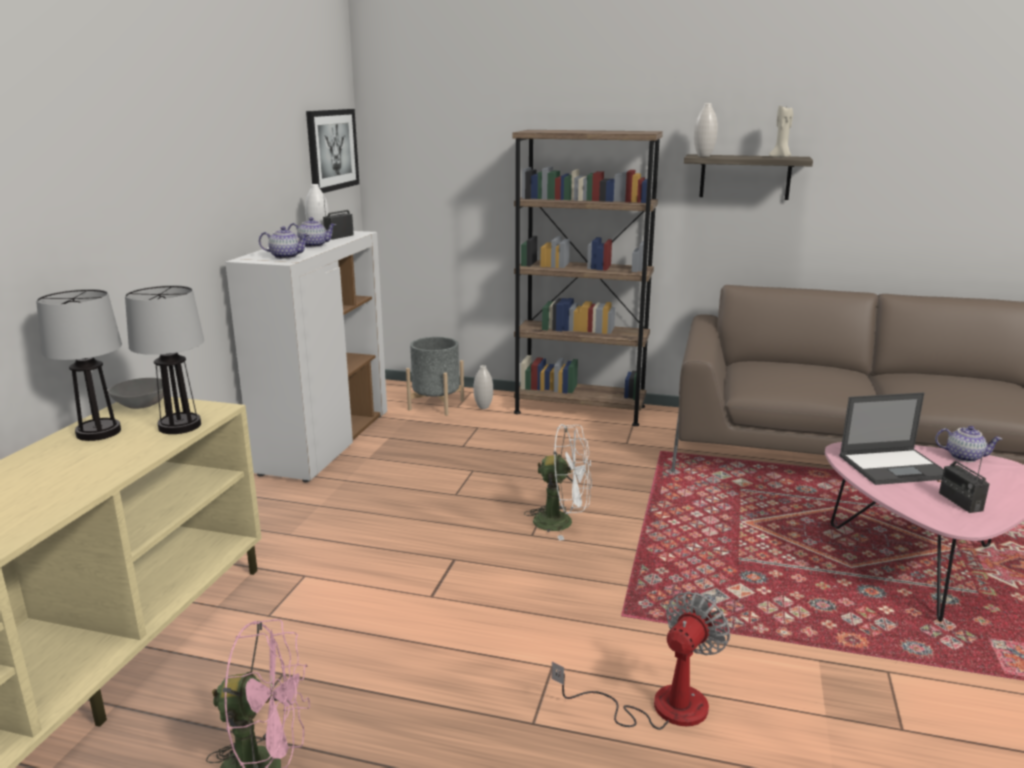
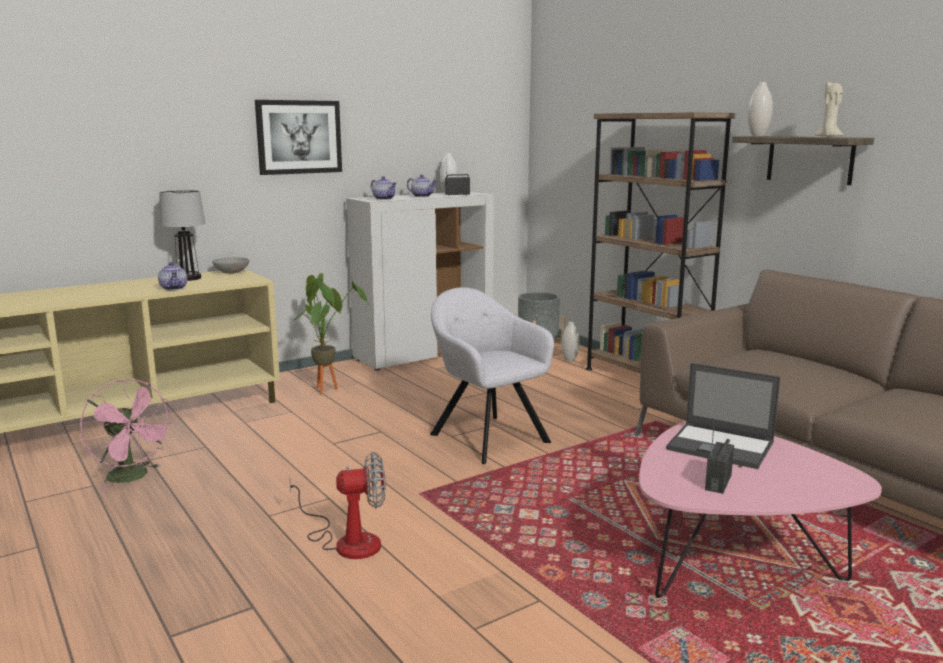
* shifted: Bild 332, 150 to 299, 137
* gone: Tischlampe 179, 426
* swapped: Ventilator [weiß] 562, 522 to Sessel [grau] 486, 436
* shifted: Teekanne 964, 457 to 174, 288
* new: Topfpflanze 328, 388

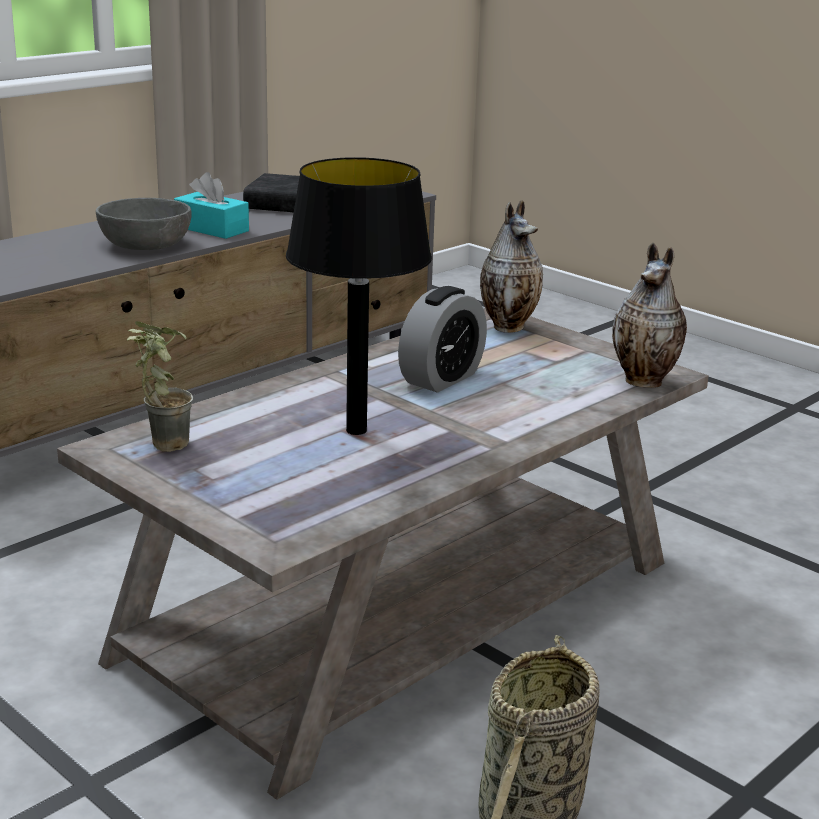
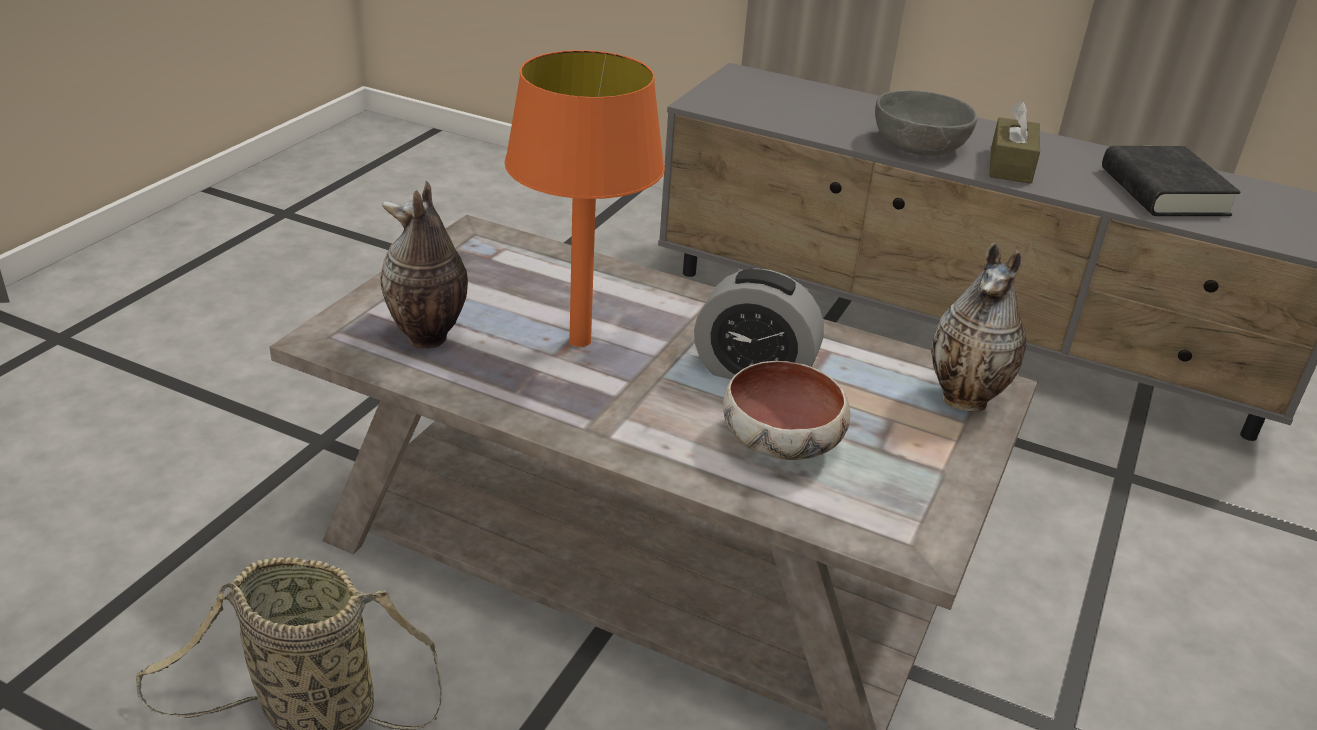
* repainted: Tischlampe [schwarz] 355, 430 to Tischlampe [orange] 580, 340
* repainted: Taschentuchbox [türkis] 212, 229 to Taschentuchbox [braun] 1010, 165
* shifted: Vase 646, 381 to 427, 338
* gone: Topfpflanze 160, 443
* new: Schüssel 782, 444

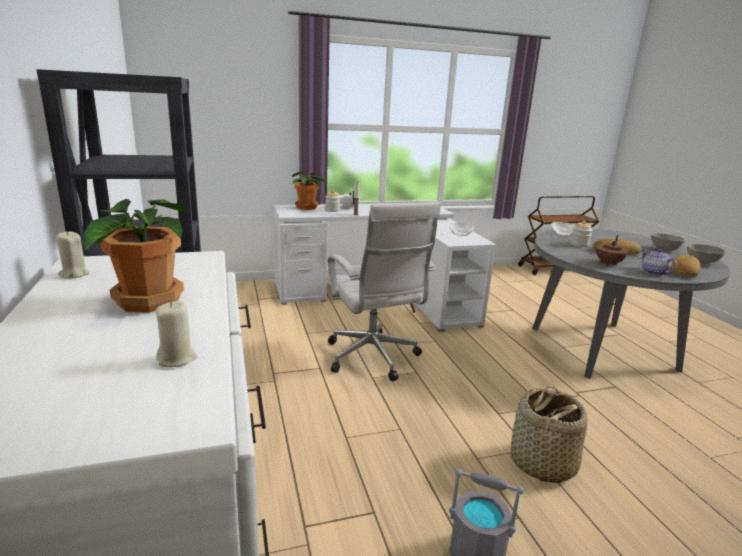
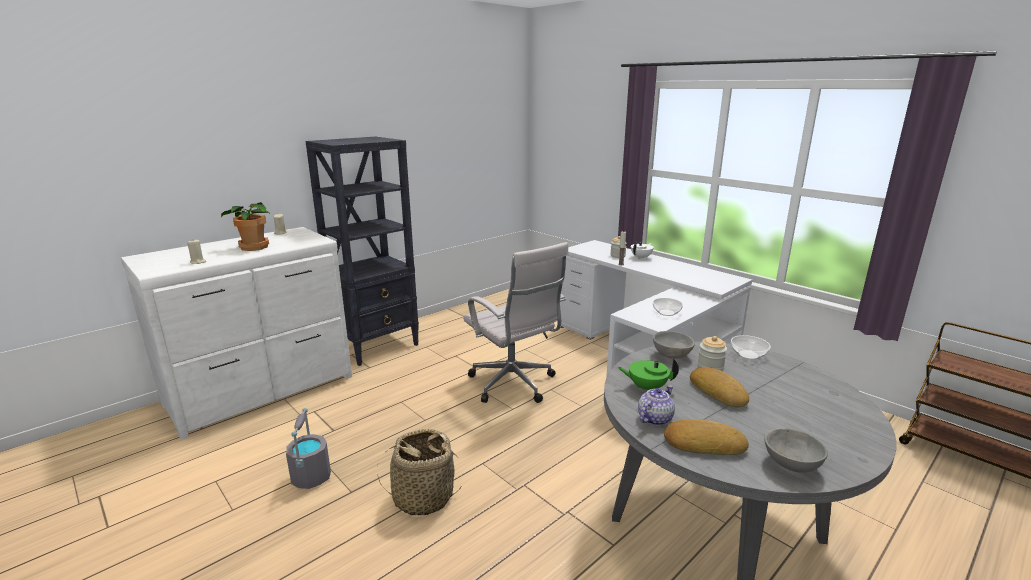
* gone: Topfpflanze 307, 207
* rotated: Bürostuhl [weiß] 373, 359 = 514, 385 75 degrees counterclockwise
* shifted: Schüssel [grau] 664, 249 to 672, 355
* repainted: Teekanne [braun] 608, 263 to Teekanne [grün] 646, 387

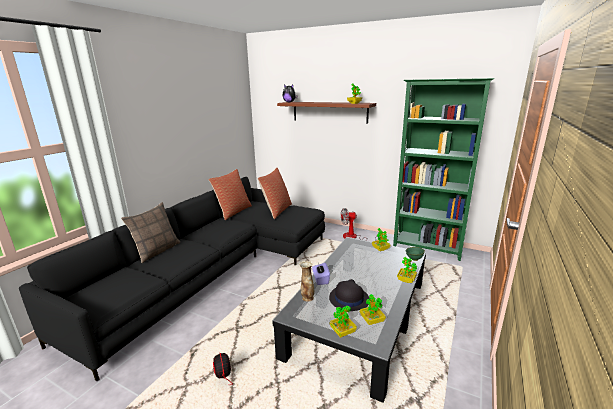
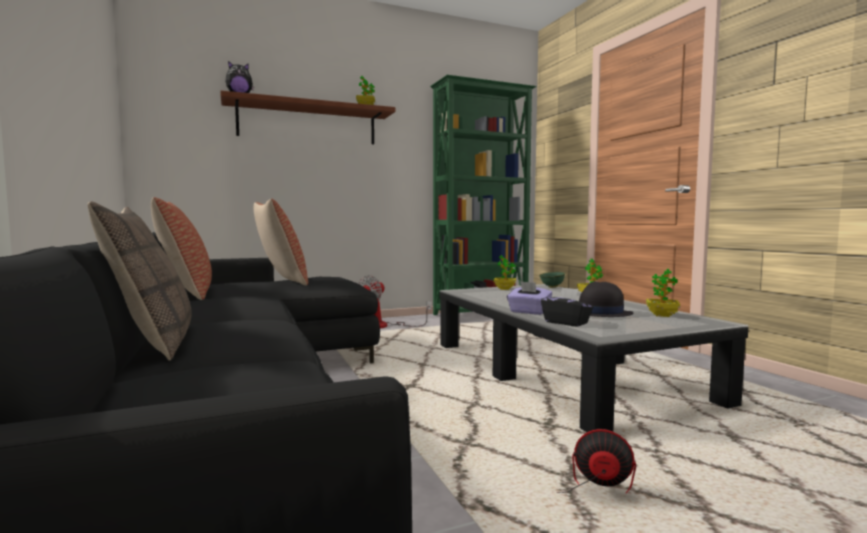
* swapped: Vase 307, 298 to Taschentuchbox [schwarz] 566, 322
* gone: Topfpflanze 342, 332

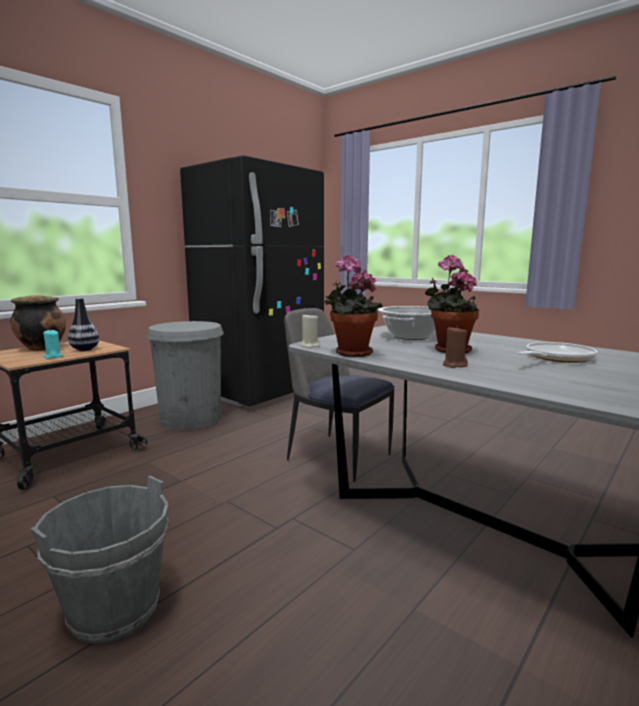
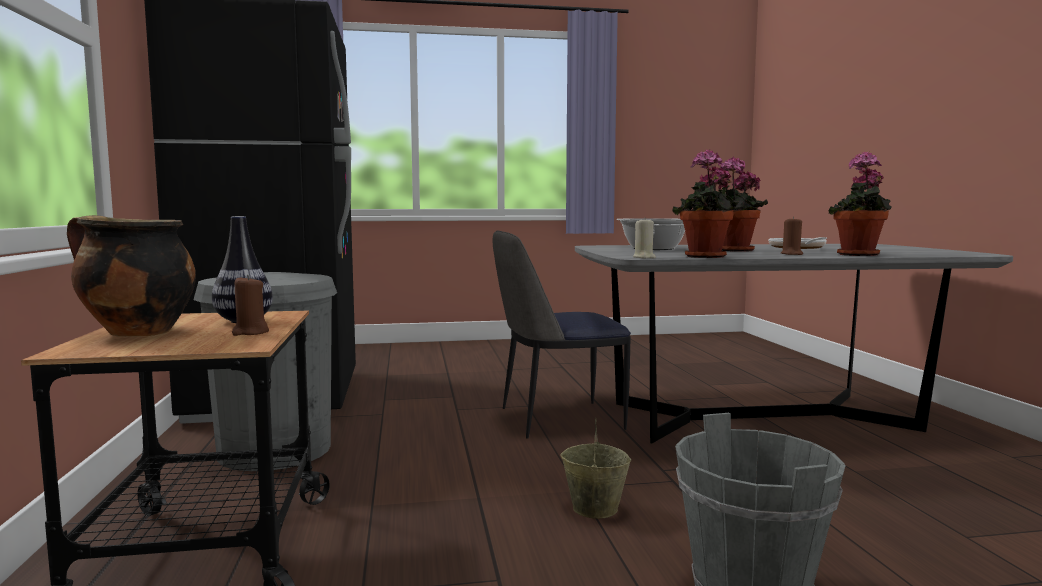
* repainted: Kerze [türkis] 53, 357 to Kerze [braun] 250, 332
* new: Topfpflanze 859, 255
* new: Eimer [beige] 594, 508

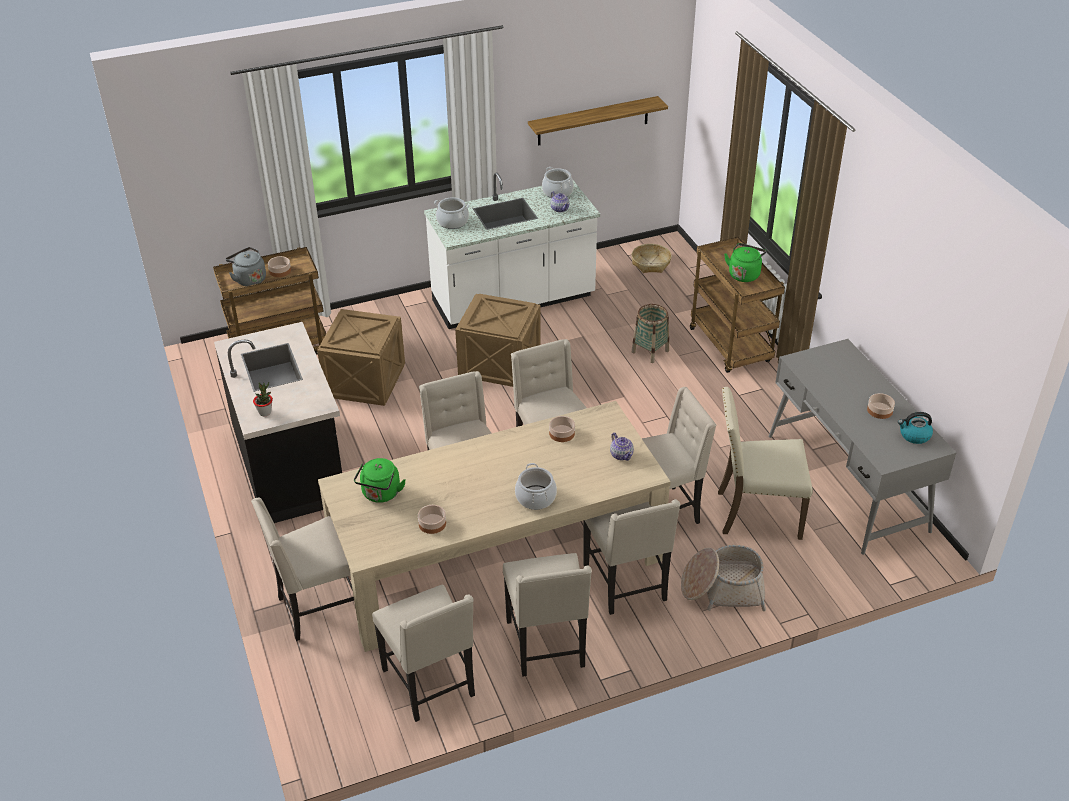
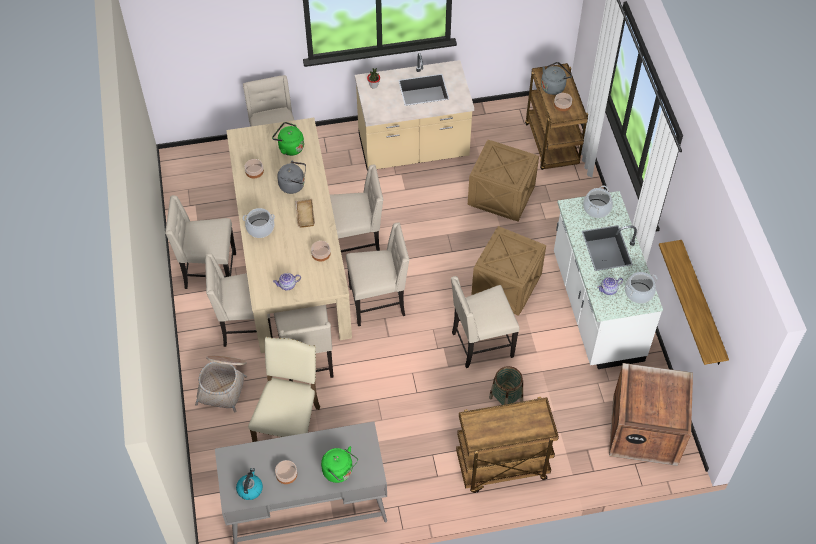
* shifted: Wasserkessel [grün] 744, 274 to 339, 471
* swapped: Korb 651, 263 to Kiste 646, 431
* repainted: Küchenzeile [schwarz] 291, 466 to Küchenzeile [beige] 413, 149
* shifted: Stuhl [beige] 431, 683 to 480, 344
* new: Wasserkessel [grau] 293, 185
* new: Tablett [beige] 304, 215

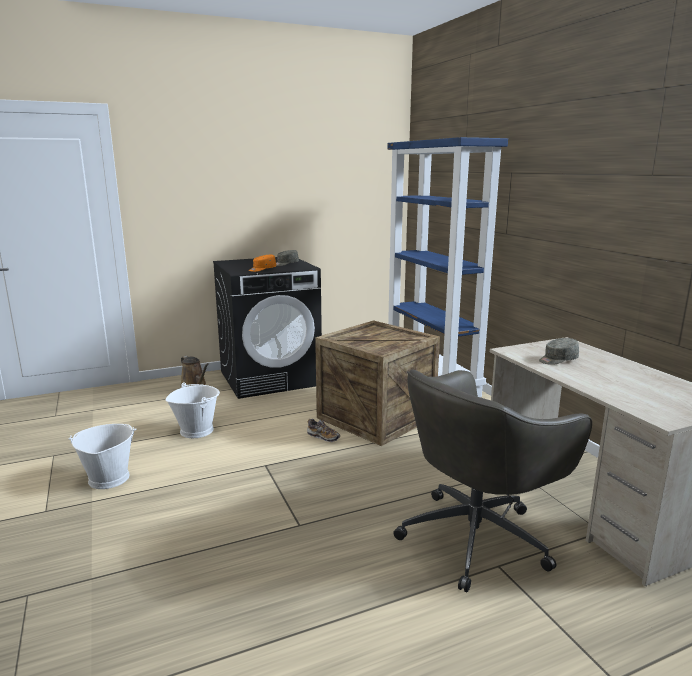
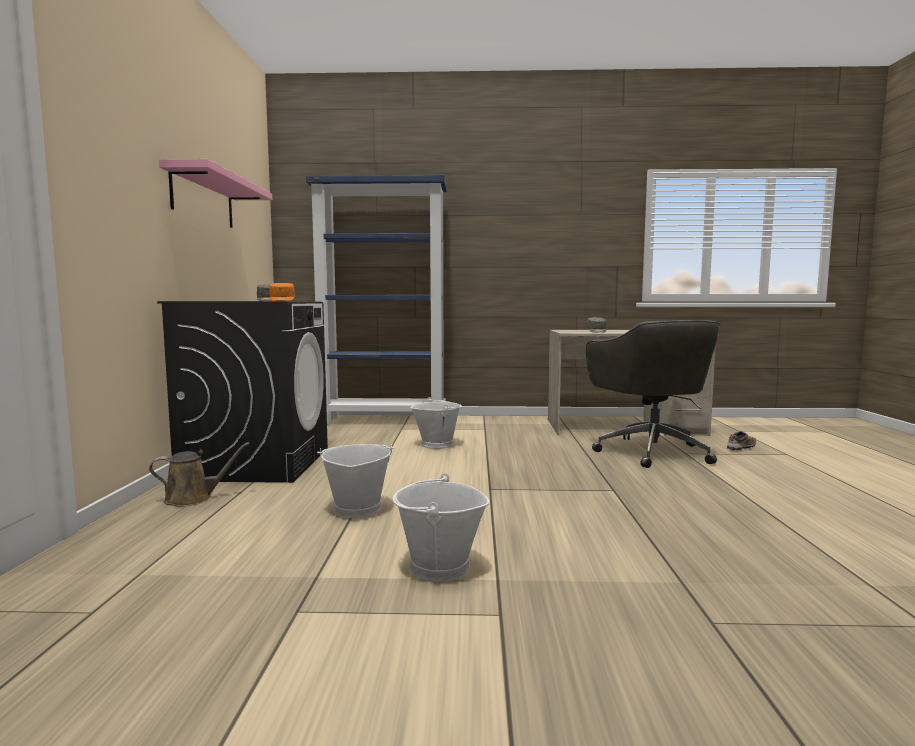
* swapped: Kiste 376, 417 to Eimer [weiß] 437, 444
* shifted: Schuh 323, 437 to 741, 448
* new: Wandregal [rosa] 203, 199

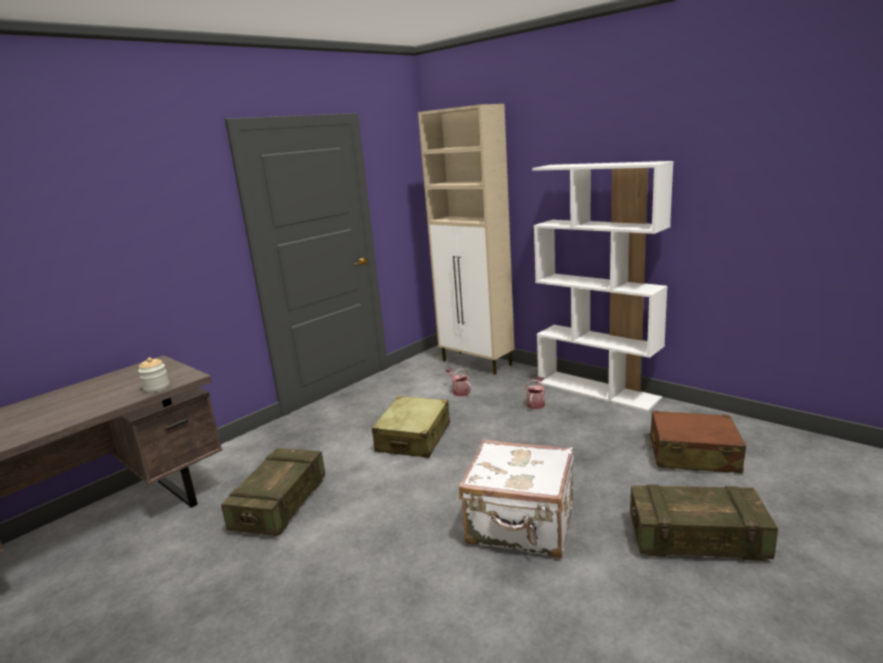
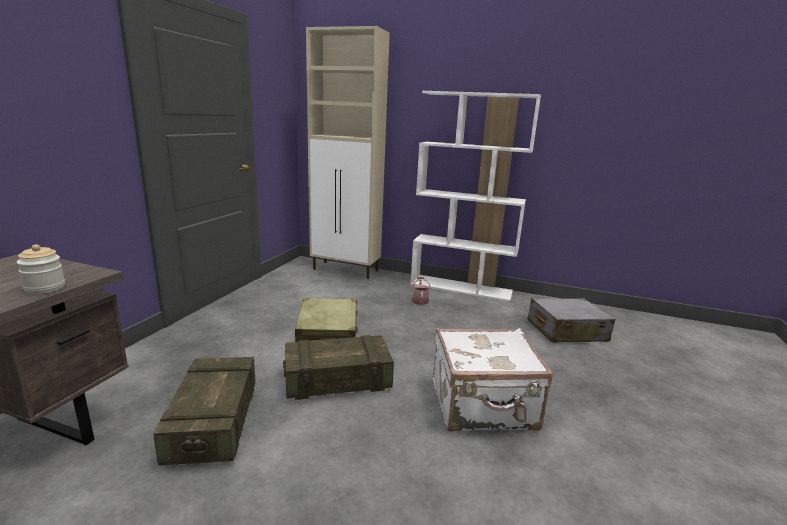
* gone: Gießkanne 459, 391
* repainted: Koffer [braun] 692, 455 to Koffer [grau] 566, 331
* shifted: Kiste 697, 539 to 337, 381

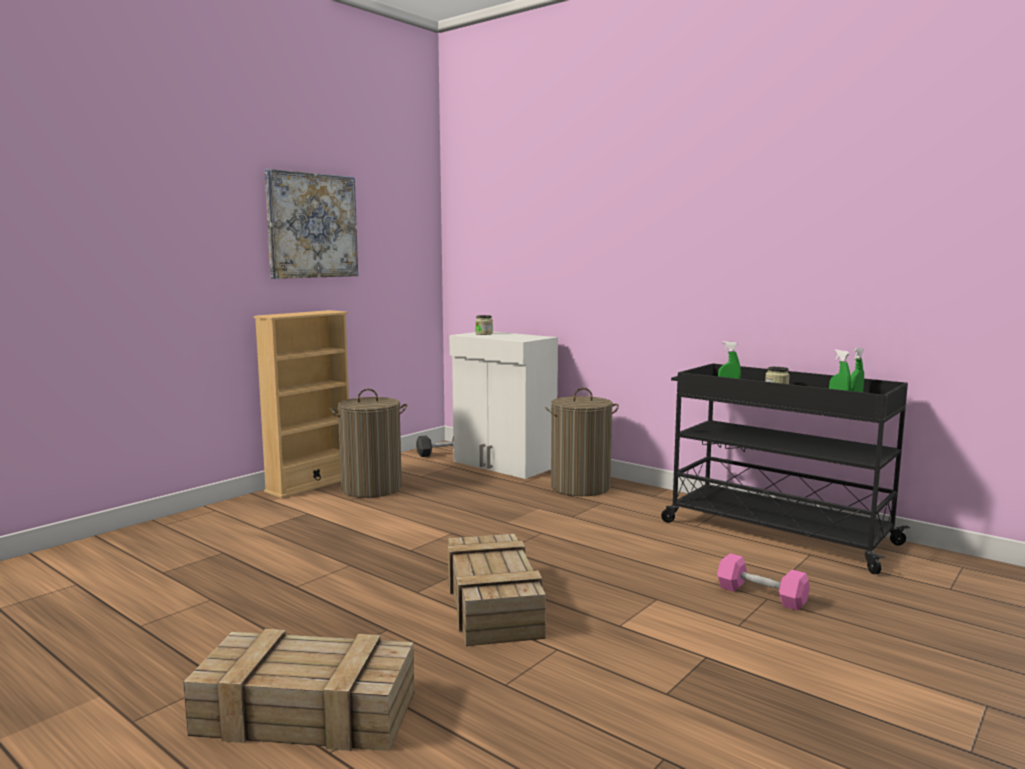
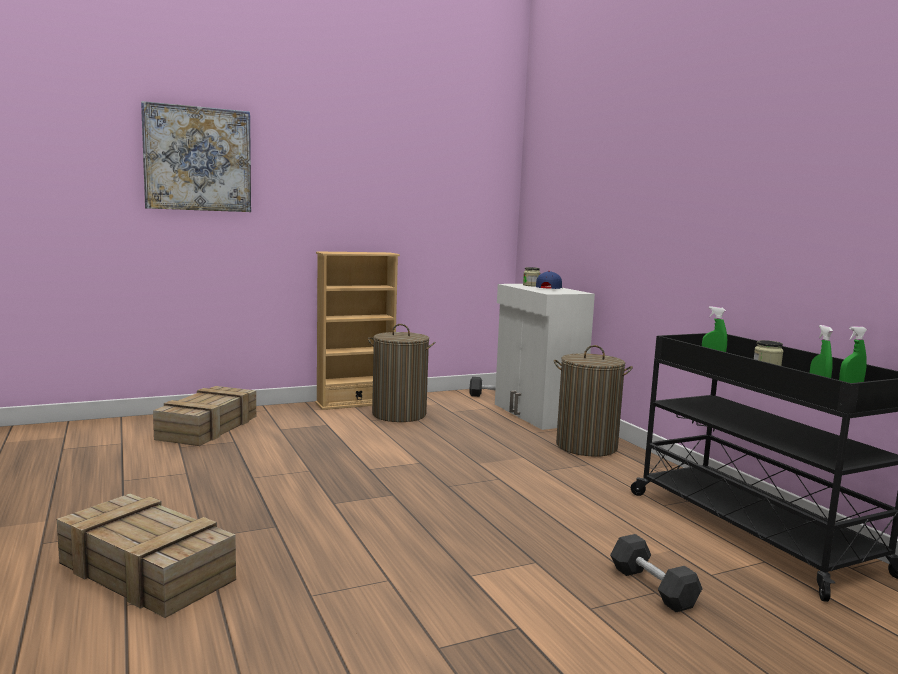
* shifted: Bild 312, 225 to 198, 159
* shifted: Kiste 494, 605 to 207, 428
* repainted: Hantel [rosa] 761, 595 to Hantel [schwarz] 652, 587
* new: Kappe [blau] 549, 288

